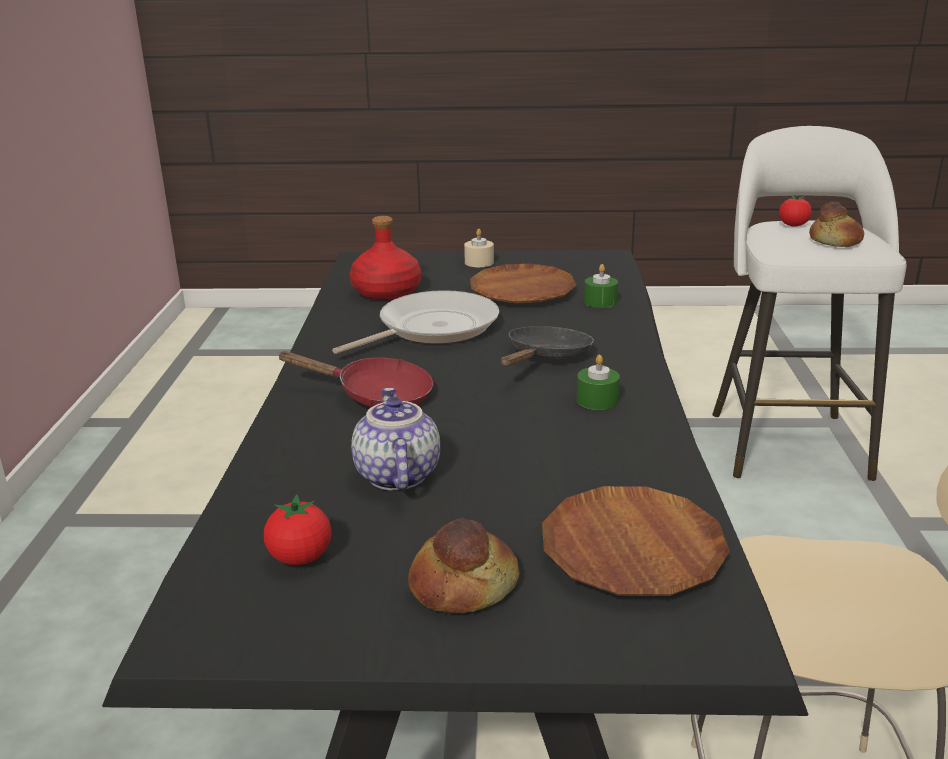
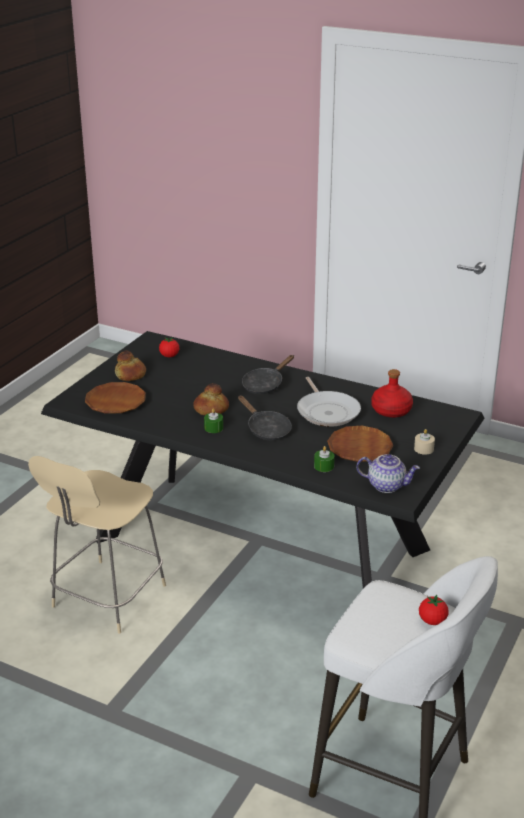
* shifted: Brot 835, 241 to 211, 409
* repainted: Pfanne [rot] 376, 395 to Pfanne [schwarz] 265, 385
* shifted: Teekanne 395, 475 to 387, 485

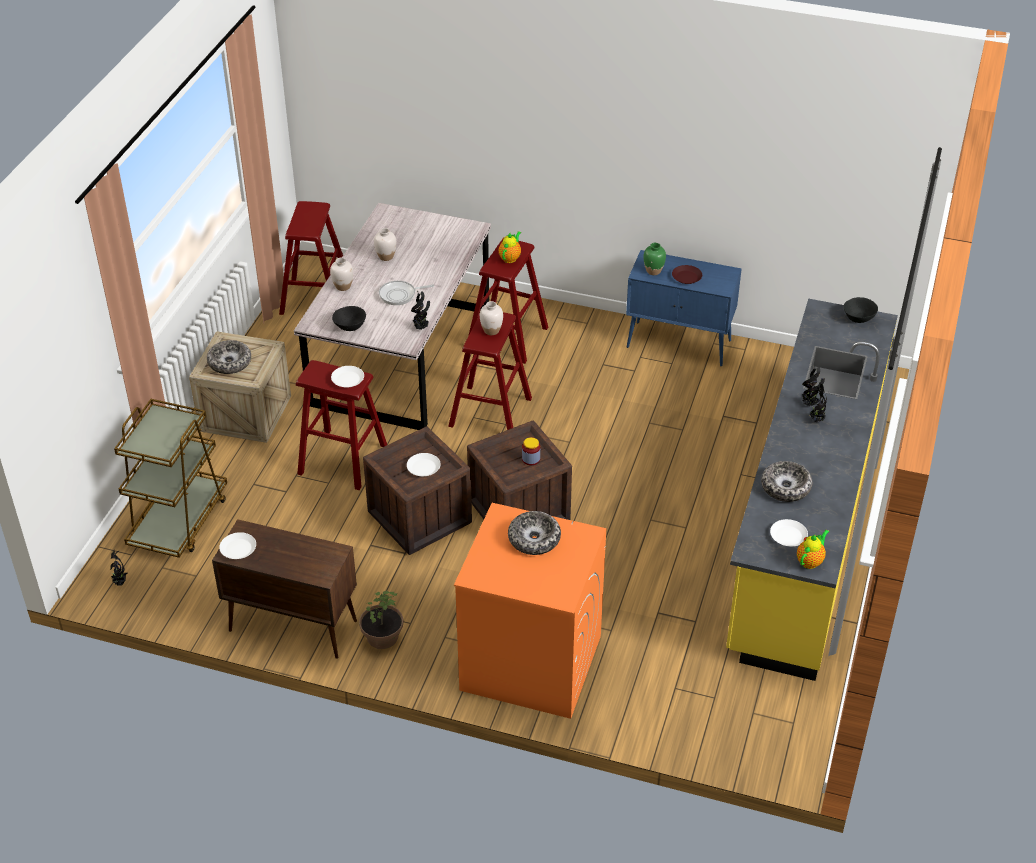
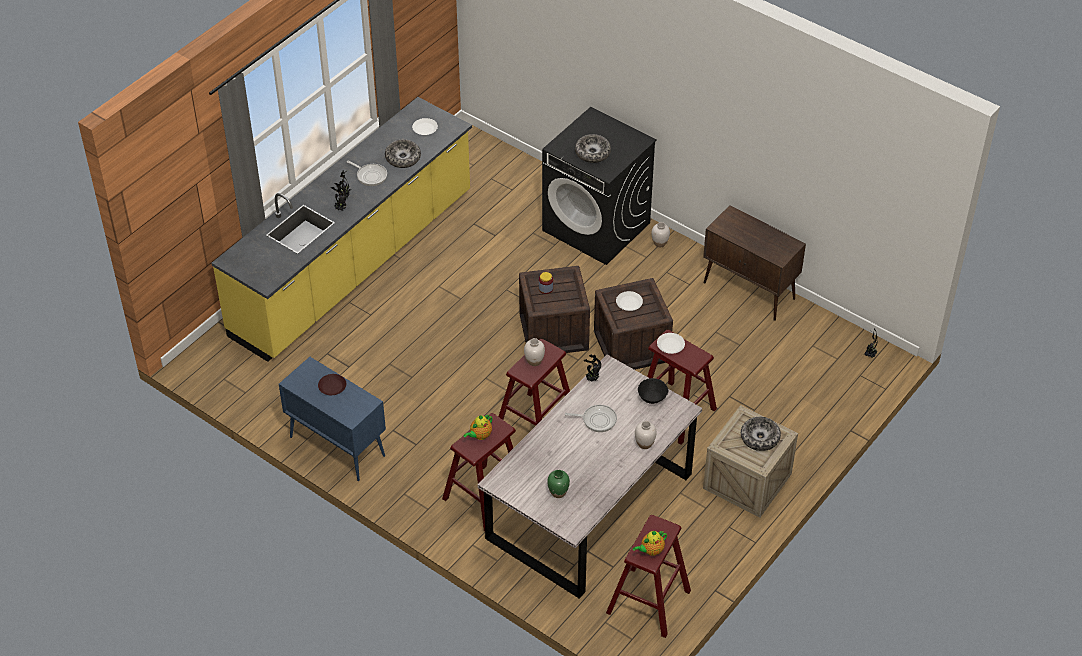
* shifted: Vase [weiß] 386, 256 to 660, 243
* shifted: Vase [grün] 653, 271 to 558, 492
* gone: Schüssel [schwarz] 858, 318
* gone: Rollwagen [braun] 179, 521
* repainted: Waschmaschine [orange] 529, 663 to Waschmaschine [schwarz] 597, 227
* shifted: Teekanne 810, 561 to 651, 551
* gone: Teller [weiß] 238, 549
* gone: Topfpflanze 382, 637
* new: Pfanne 370, 176

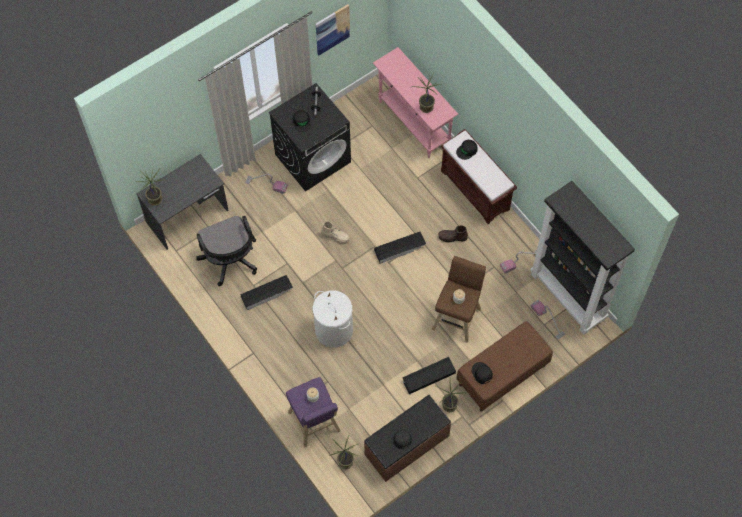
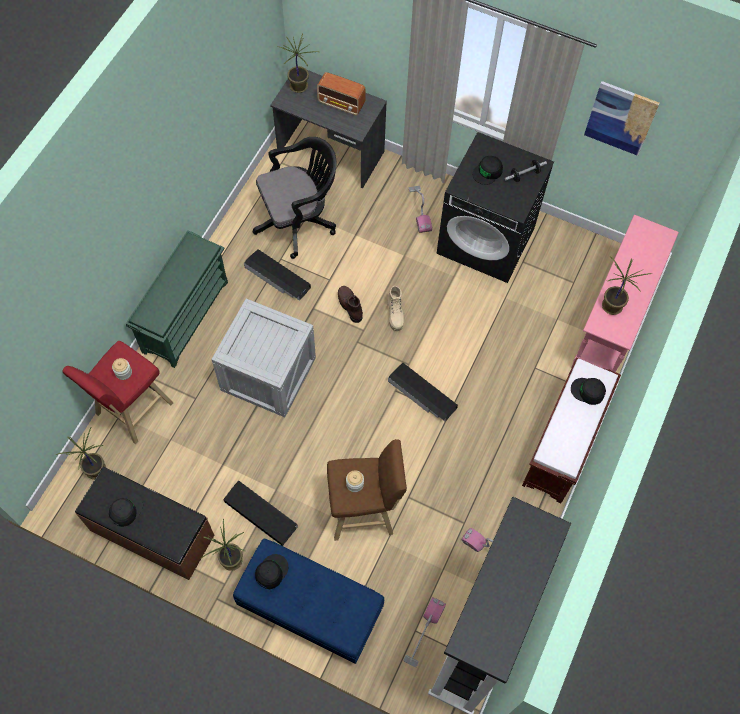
* rotated: Bürostuhl [schwarz] 230, 261 = 299, 221 150 degrees counterclockwise
* shifted: Stiefel [braun] 452, 237 to 349, 306
* swapped: Wäschekorb [weiß] 333, 330 to Kiste 268, 372
* repainted: Bank [braun] 502, 375 to Bank [blau] 310, 609
* repainted: Hocker [lila] 315, 424 to Hocker [rot] 132, 411
* new: Radio 341, 104
* new: Schuhregal [grün] 185, 315

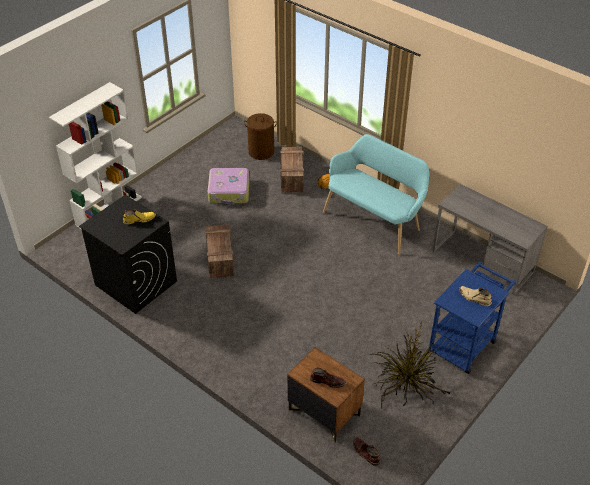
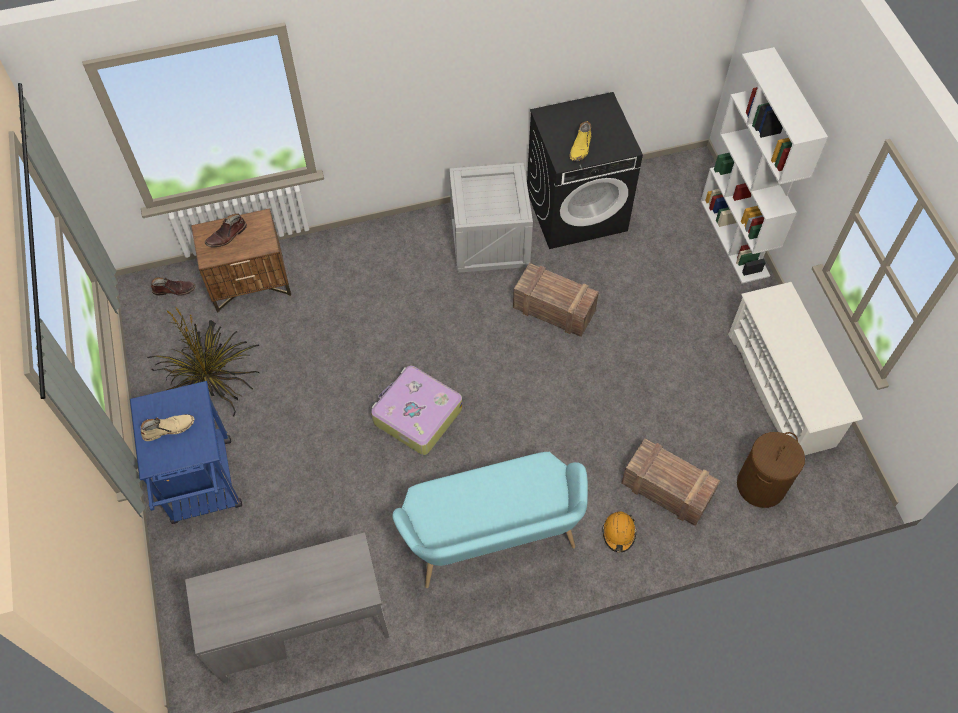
* shifted: Koffer 229, 191 to 416, 415
* new: Kiste 489, 240
* new: Schuhregal [weiß] 781, 390

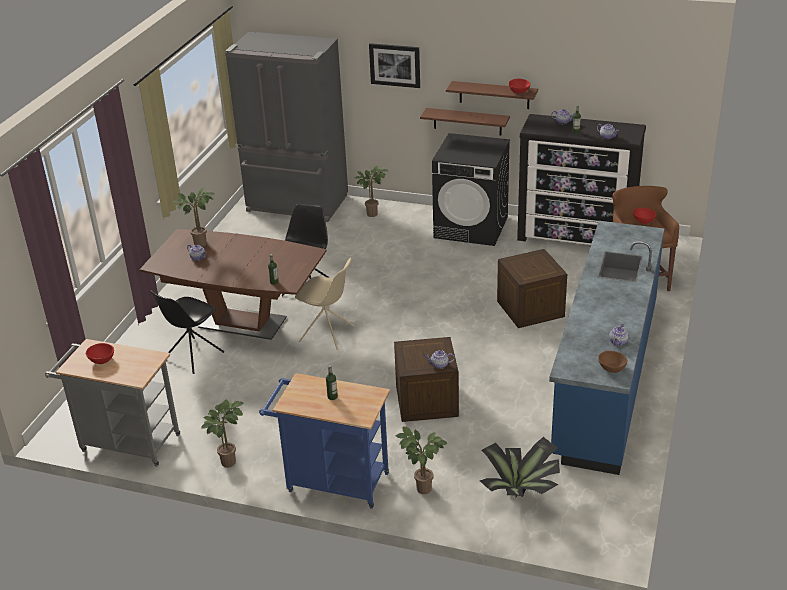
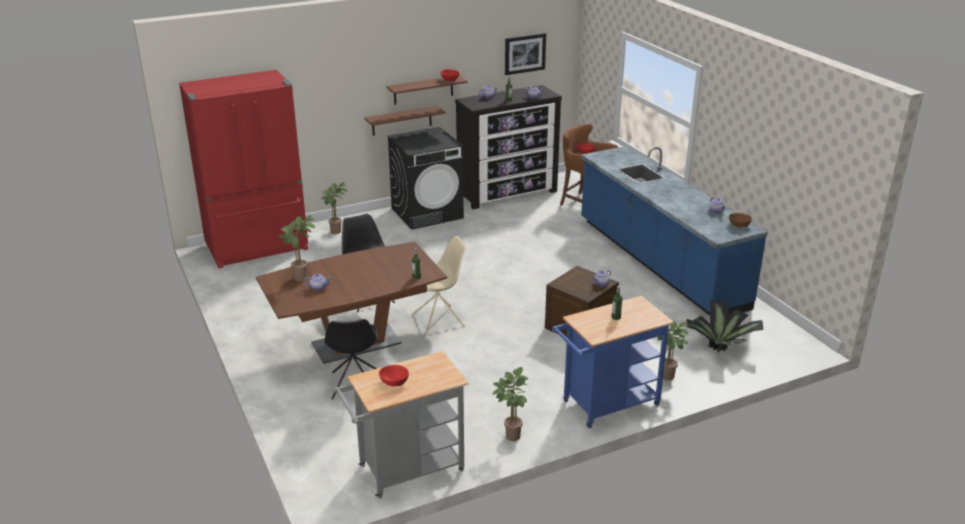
* repainted: Kühlschrank [grau] 296, 204 to Kühlschrank [rot] 258, 248
* shifted: Bild 395, 65 to 524, 53
* gone: Kiste 530, 309

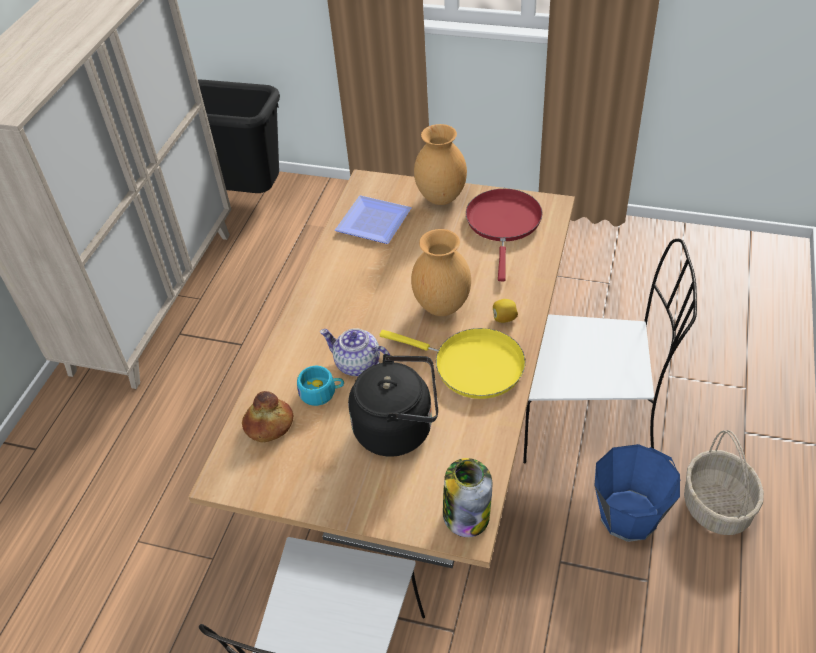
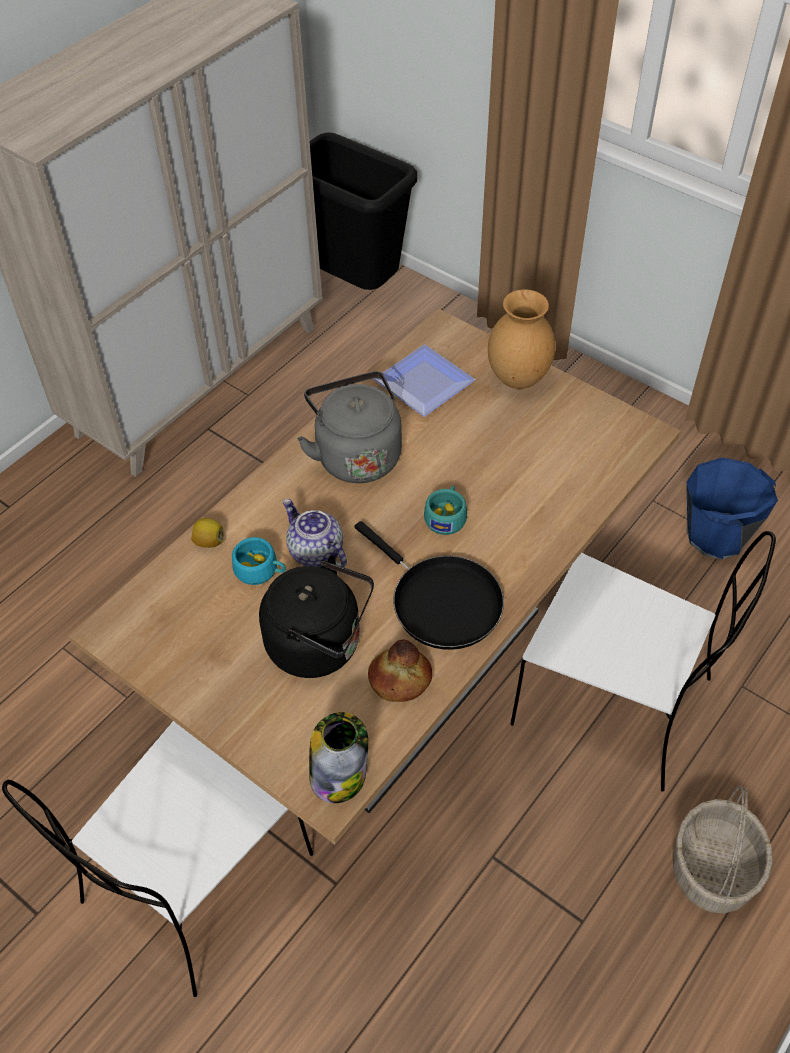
* gone: Pfanne [rot] 503, 224
* swapped: Vase [braun] 442, 306 to Tasse [türkis] 446, 516
* shifted: Zitrone 504, 318 to 209, 541
* repainted: Pfanne [gelb] 472, 365 to Pfanne [schwarz] 440, 601
* shifted: Brot 269, 425 to 400, 679
* shifted: Eimer [blau] 629, 517 to 716, 536
* new: Wasserkessel [grau] 356, 454

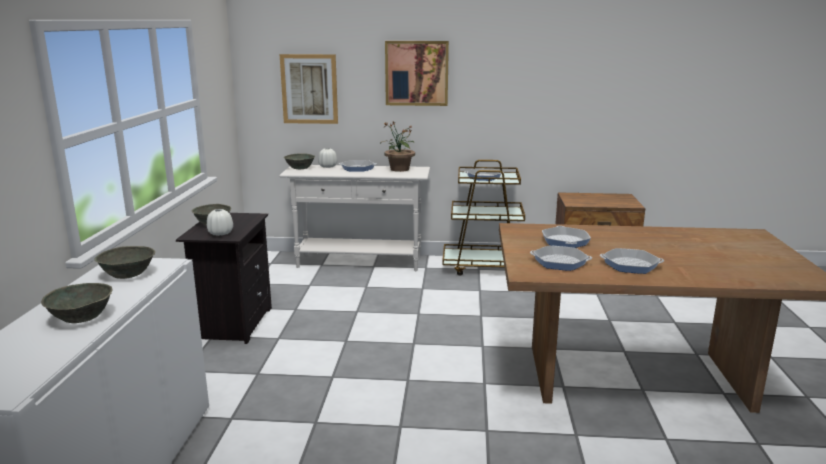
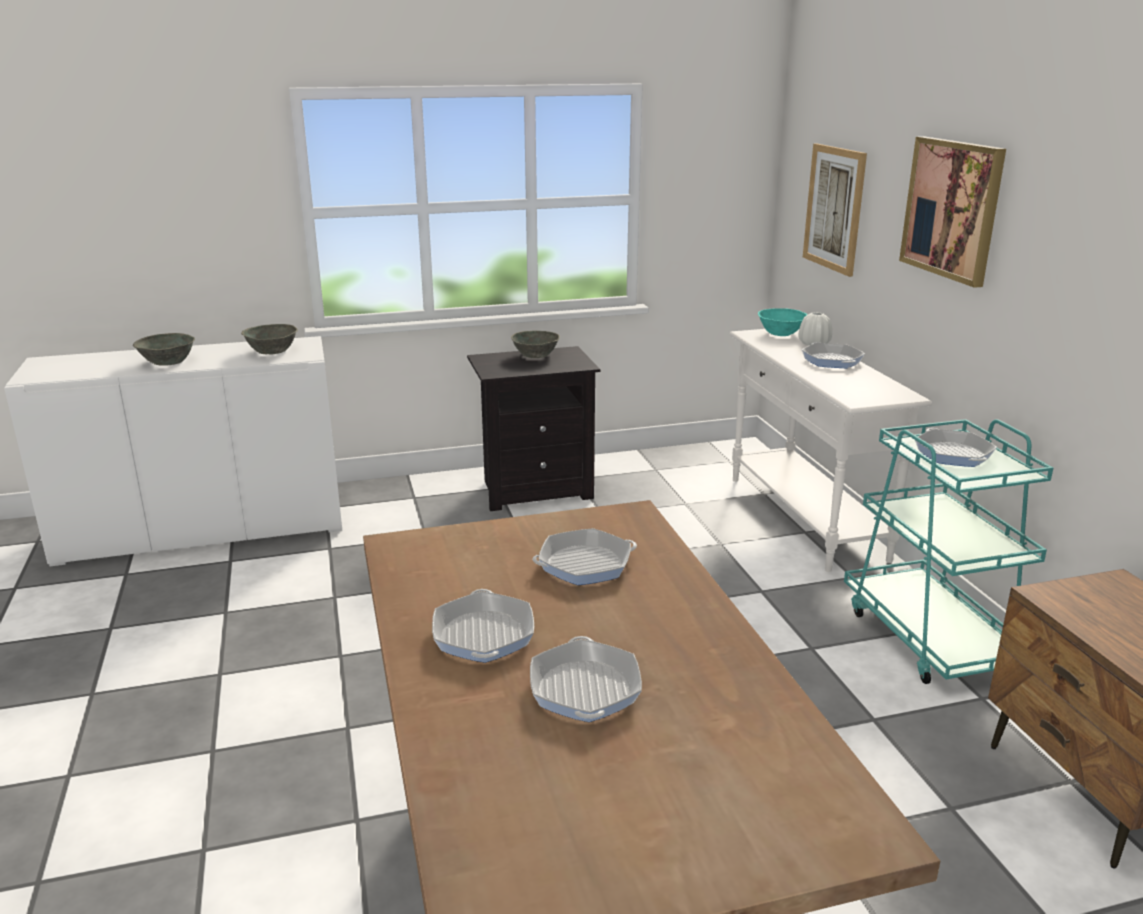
* gone: Topfpflanze 399, 169
* repainted: Schüssel [grau] 299, 168 to Schüssel [türkis] 780, 333
* repainted: Rollwagen [braun] 485, 267 to Rollwagen [türkis] 930, 637
* gone: Vase [weiß] 220, 233
* shifted: Pfanne 560, 262 to 585, 689

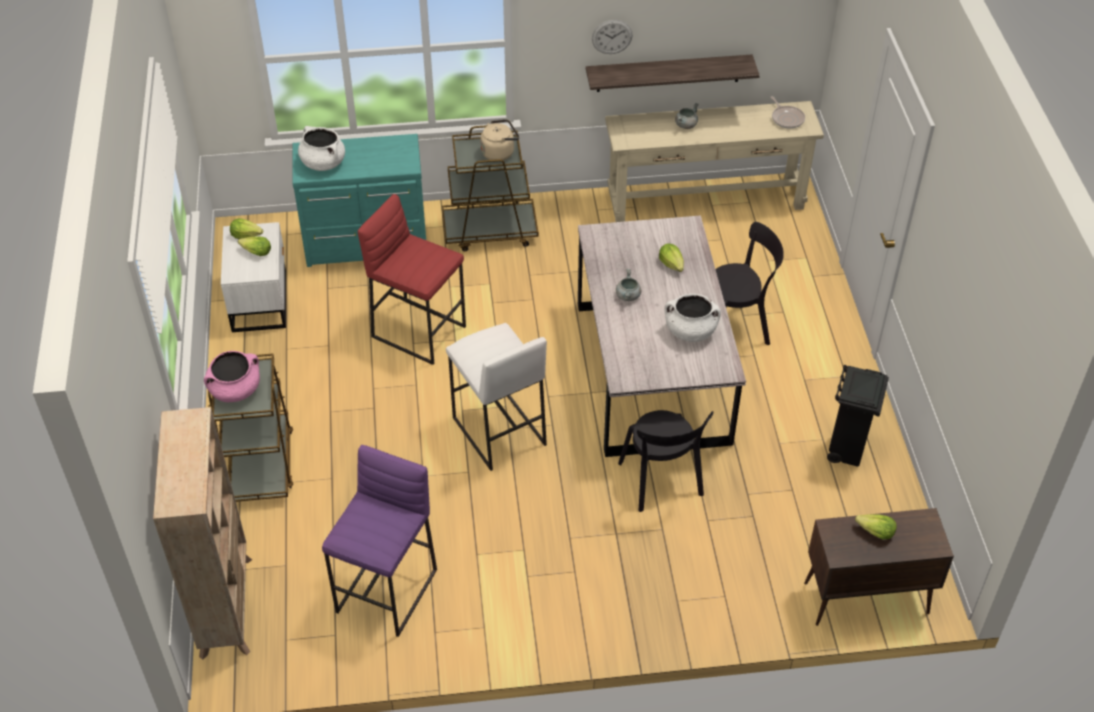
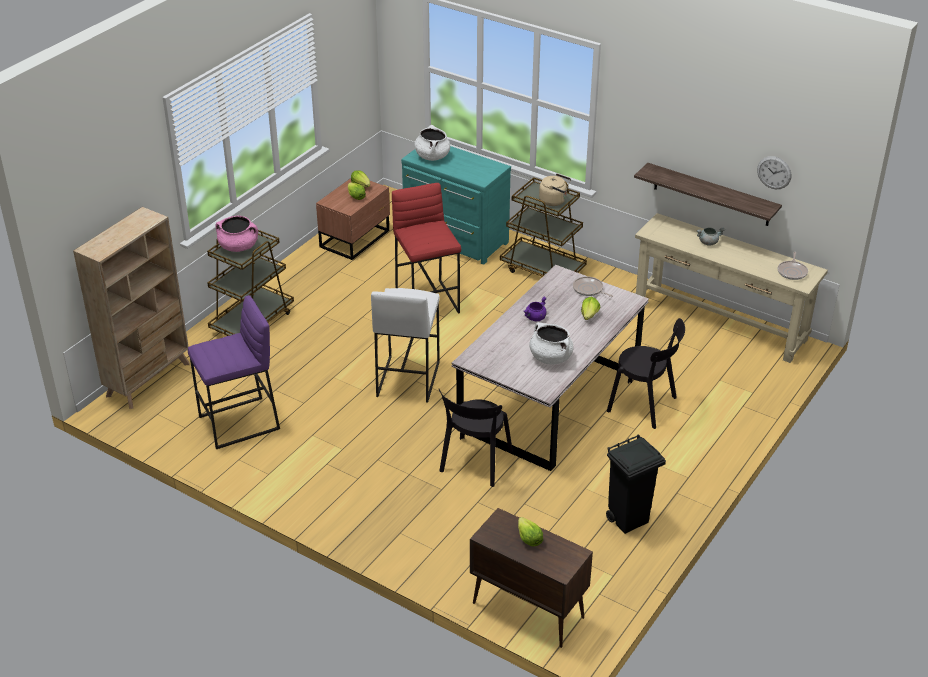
* shifted: Wanduhr 612, 36 to 774, 172
* repainted: Nachttisch [weiß] 261, 300 to Nachttisch [braun] 356, 239
* repainted: Kochtopf [grau] 628, 296 to Kochtopf [lila] 535, 318
* new: Pfanne 589, 290

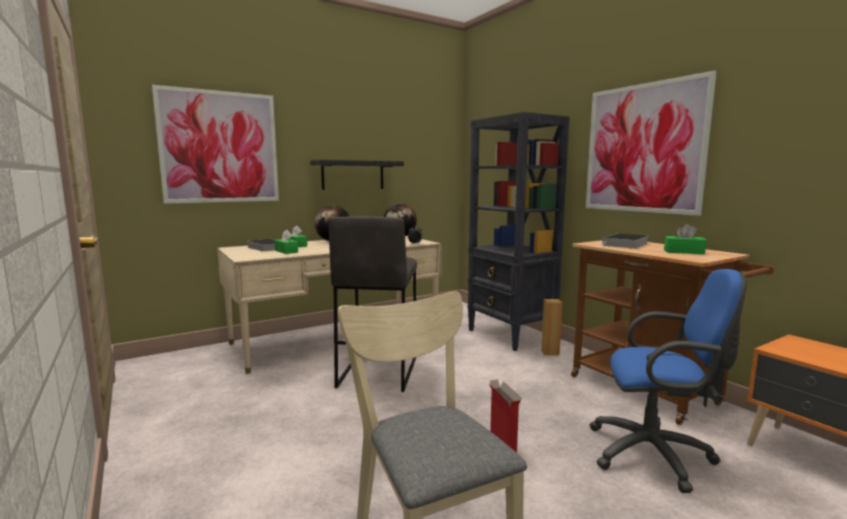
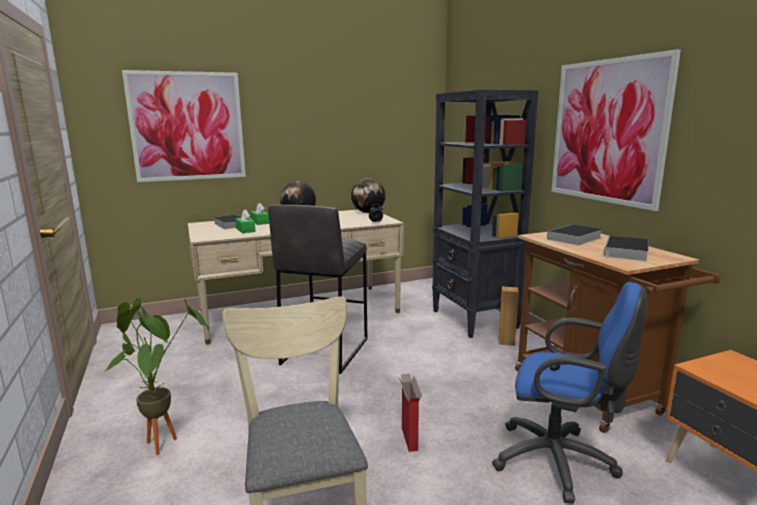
* gone: Wandregal [schwarz] 353, 175
* swapped: Taschentuchbox [grün] 683, 252 to Buch 626, 252
* new: Topfpflanze 164, 440

